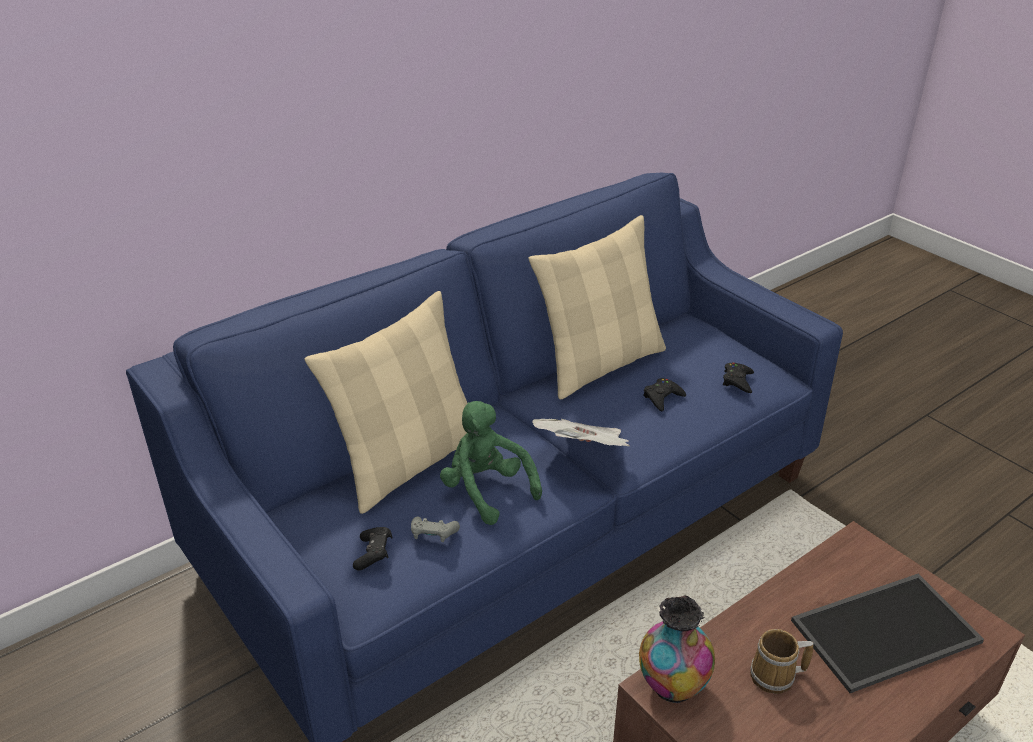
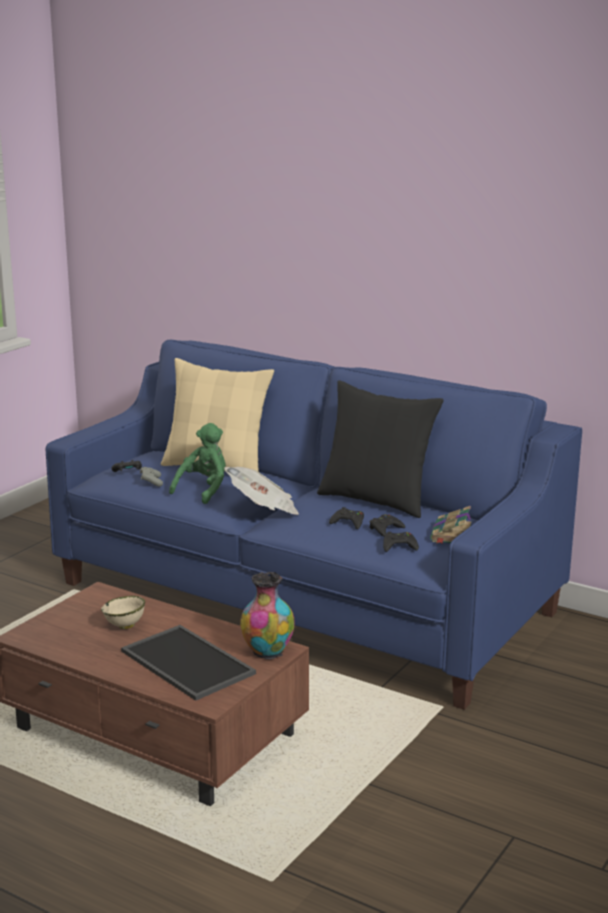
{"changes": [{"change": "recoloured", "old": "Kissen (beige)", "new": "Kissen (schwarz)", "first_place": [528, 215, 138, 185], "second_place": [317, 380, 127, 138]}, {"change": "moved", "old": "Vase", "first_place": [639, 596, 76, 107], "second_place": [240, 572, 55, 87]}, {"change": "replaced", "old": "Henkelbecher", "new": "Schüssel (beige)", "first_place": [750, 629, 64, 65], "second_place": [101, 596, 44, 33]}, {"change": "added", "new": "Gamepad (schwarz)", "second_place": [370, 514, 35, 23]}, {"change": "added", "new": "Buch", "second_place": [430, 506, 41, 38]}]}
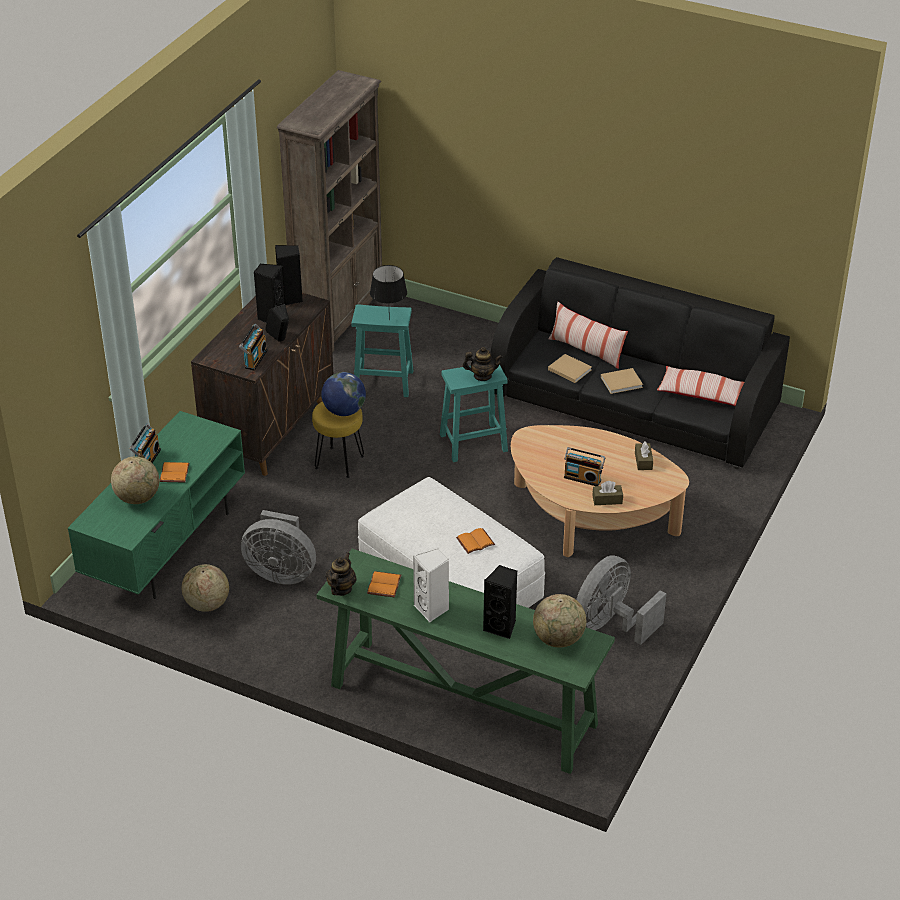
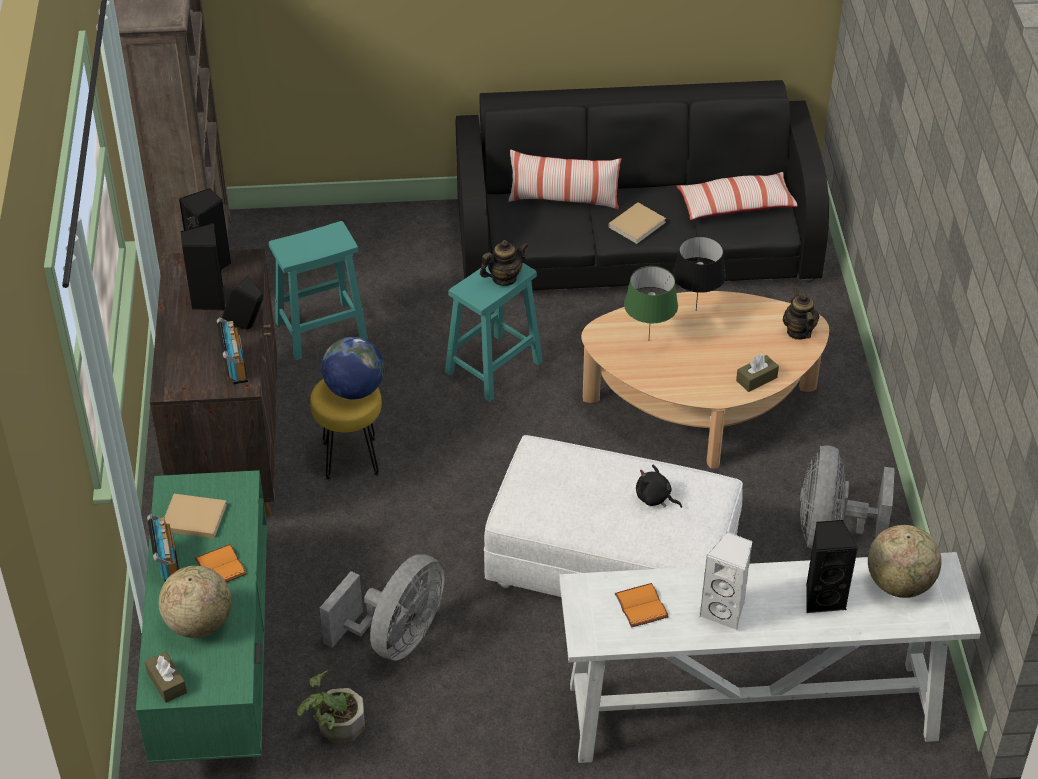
{"changes": [{"change": "replaced", "old": "Globus", "new": "Topfpflanze", "first_place": [182, 564, 47, 48], "second_place": [297, 670, 68, 73]}, {"change": "turned", "old": "Ventilator (grau)", "first_place": [241, 510, 75, 74], "second_place": [320, 554, 125, 107], "degrees": -45}, {"change": "recoloured", "old": "Konsolentisch (grün)", "new": "Konsolentisch (weiß)", "first_place": [316, 549, 299, 225], "second_place": [559, 552, 422, 211]}, {"change": "moved", "old": "Teekanne", "first_place": [326, 552, 31, 44], "second_place": [783, 288, 36, 52]}, {"change": "moved", "old": "Tischlampe (schwarz)", "first_place": [370, 265, 37, 55], "second_place": [673, 236, 53, 74]}, {"change": "replaced", "old": "Buch (orange)", "new": "Plüschtier (schwarz)", "first_place": [456, 528, 39, 26], "second_place": [636, 465, 46, 43]}, {"change": "moved", "old": "Buch (beige)", "first_place": [548, 354, 44, 29], "second_place": [165, 494, 62, 44]}, {"change": "removed", "old": "Radio", "first_place": [564, 447, 42, 39]}, {"change": "moved", "old": "Taschentuchbox (braun)", "first_place": [635, 441, 18, 29], "second_place": [145, 651, 42, 52]}, {"change": "added", "new": "Tischlampe (grün)", "second_place": [624, 266, 54, 71]}]}
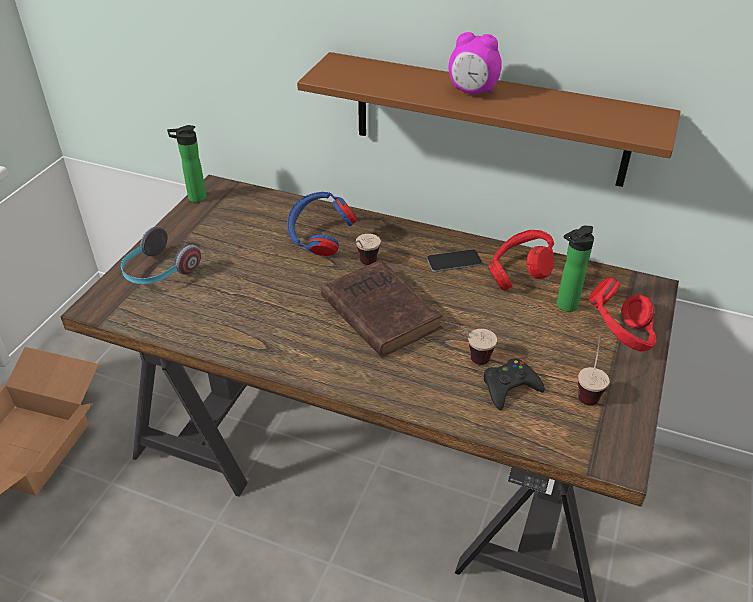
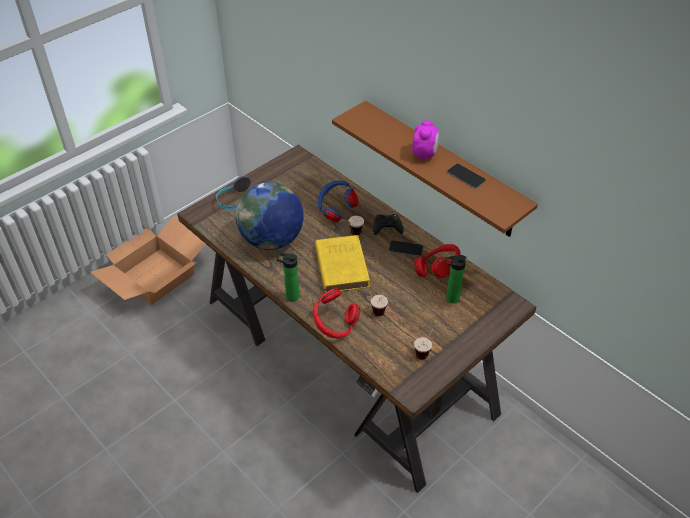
{"changes": [{"change": "moved", "old": "Flasche", "first_place": [167, 125, 40, 78], "second_place": [277, 253, 23, 49]}, {"change": "recoloured", "old": "Buch (braun)", "new": "Buch (gelb)", "first_place": [321, 260, 122, 98], "second_place": [315, 235, 55, 58]}, {"change": "turned", "old": "Wecker", "first_place": [448, 32, 54, 62], "second_place": [412, 120, 27, 41], "degrees": -120}, {"change": "moved", "old": "Gamepad (schwarz)", "first_place": [484, 359, 61, 51], "second_place": [373, 214, 31, 21]}, {"change": "moved", "old": "Kopfhörer (rot)", "first_place": [589, 277, 67, 74], "second_place": [313, 288, 47, 50]}, {"change": "added", "new": "Globus", "second_place": [236, 182, 68, 68]}, {"change": "added", "new": "Handy", "second_place": [447, 164, 39, 24]}]}
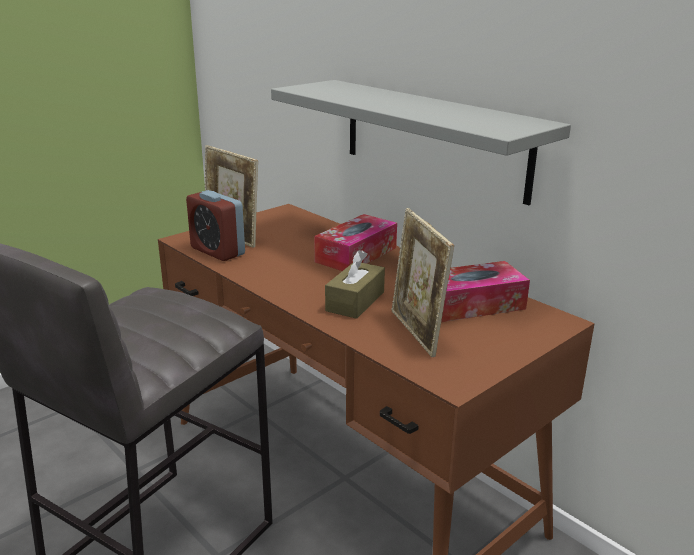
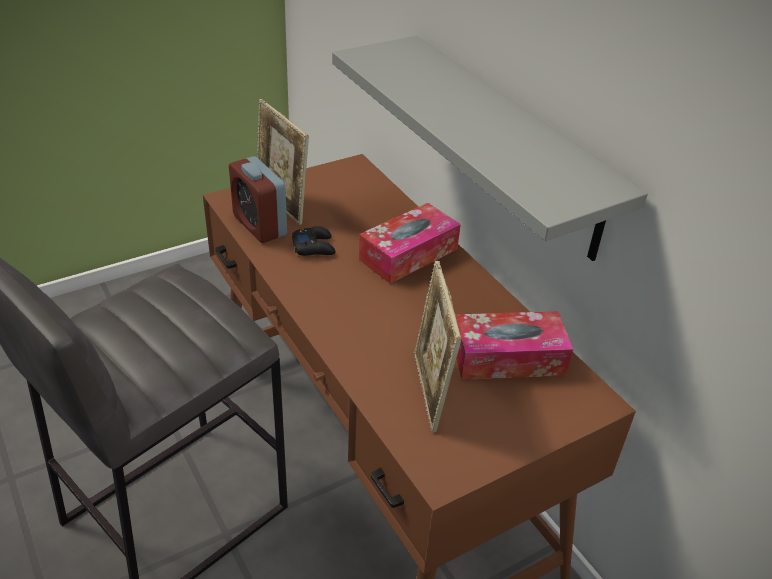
{"changes": [{"change": "removed", "old": "Taschentuchbox (braun)", "first_place": [325, 250, 60, 69]}, {"change": "added", "new": "Gamepad (schwarz)", "second_place": [292, 226, 44, 30]}]}
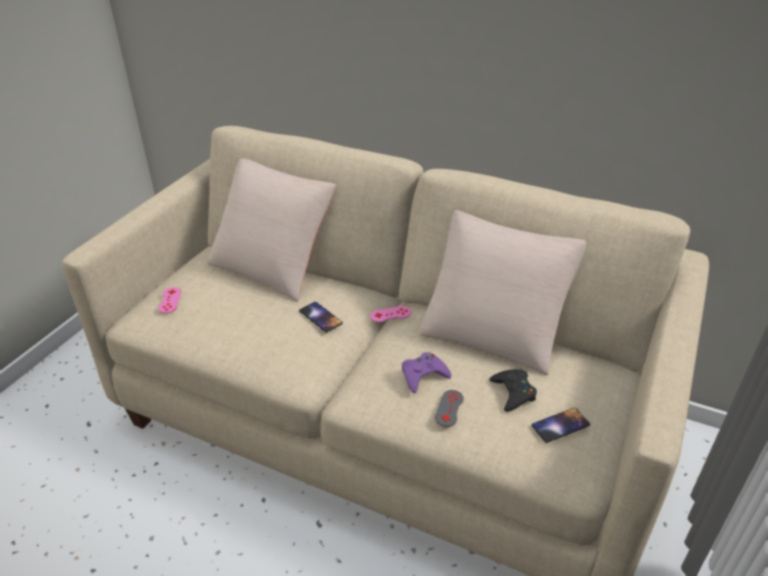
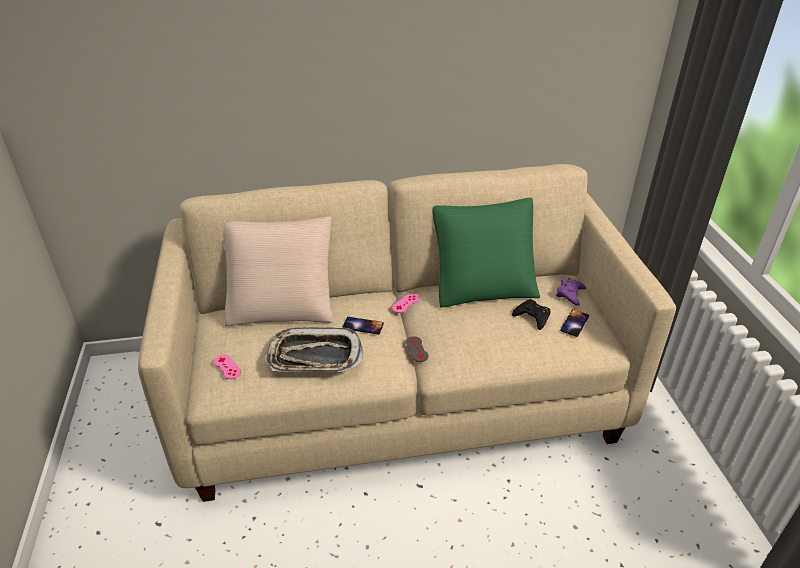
{"changes": [{"change": "moved", "old": "Gamepad (lila)", "first_place": [402, 352, 49, 41], "second_place": [556, 278, 30, 28]}, {"change": "recoloured", "old": "Kissen (beige)", "new": "Kissen (grün)", "first_place": [419, 210, 167, 165], "second_place": [432, 198, 108, 110]}, {"change": "moved", "old": "Gamepad (grau)", "first_place": [435, 390, 29, 37], "second_place": [406, 336, 23, 26]}, {"change": "added", "new": "Tablett", "second_place": [265, 327, 98, 45]}]}
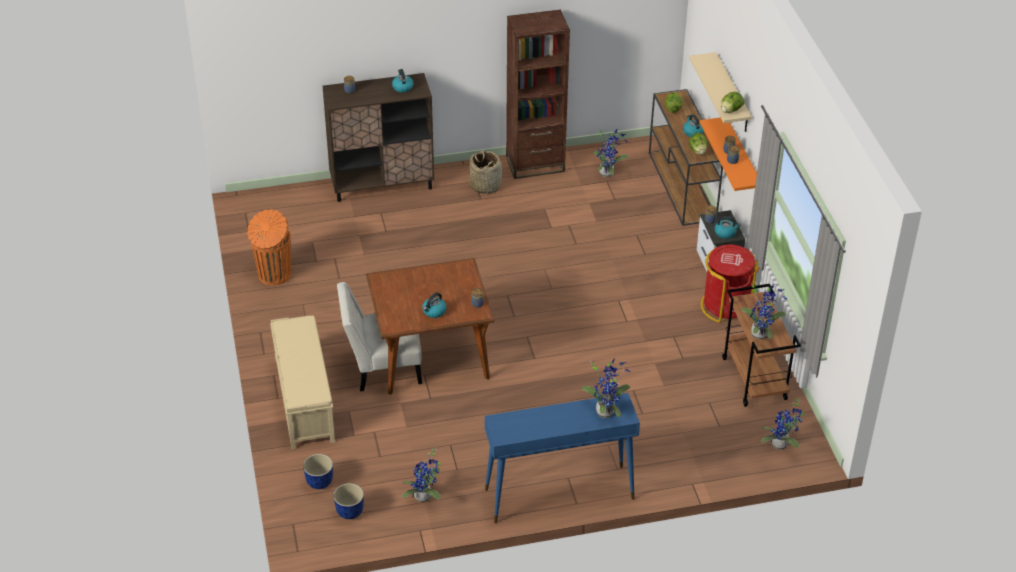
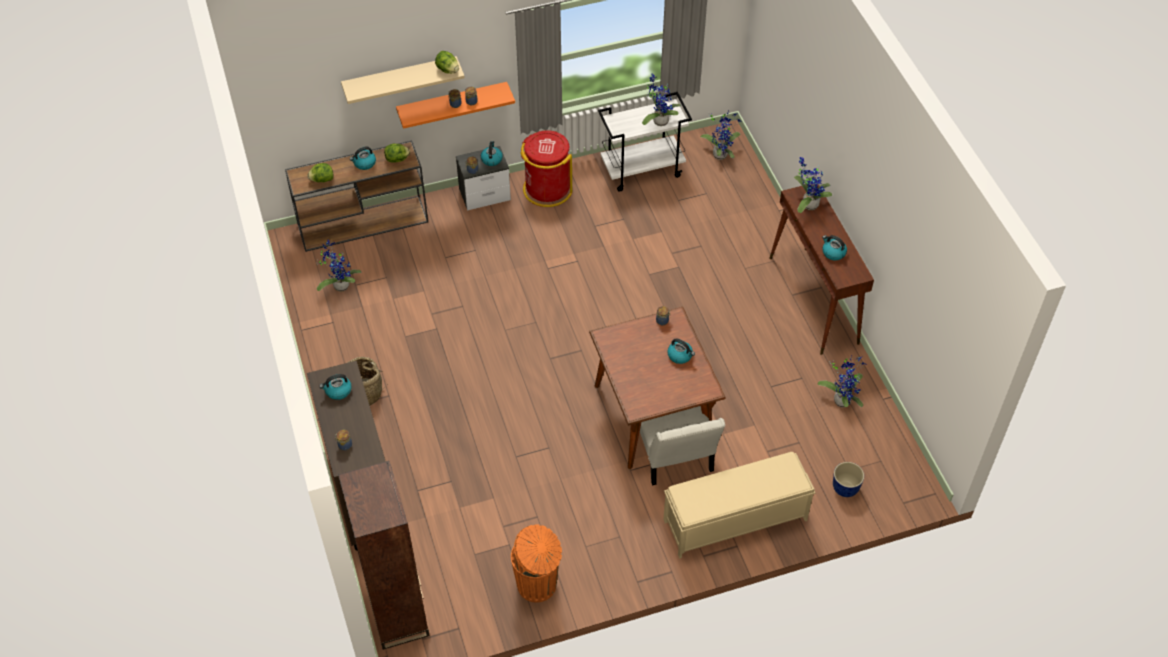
{"changes": [{"change": "removed", "old": "Pflanzkübel", "first_place": [333, 483, 31, 36]}, {"change": "recoloured", "old": "Konsolentisch (blau)", "new": "Konsolentisch (braun)", "first_place": [485, 393, 155, 130], "second_place": [769, 185, 105, 170]}, {"change": "moved", "old": "Bücherregal (braun)", "first_place": [506, 10, 64, 169], "second_place": [338, 461, 92, 189]}, {"change": "recoloured", "old": "Rollwagen (braun)", "new": "Rollwagen (weiß)", "first_place": [722, 284, 79, 123], "second_place": [598, 92, 94, 100]}, {"change": "added", "new": "Wasserkessel", "second_place": [822, 235, 25, 25]}]}
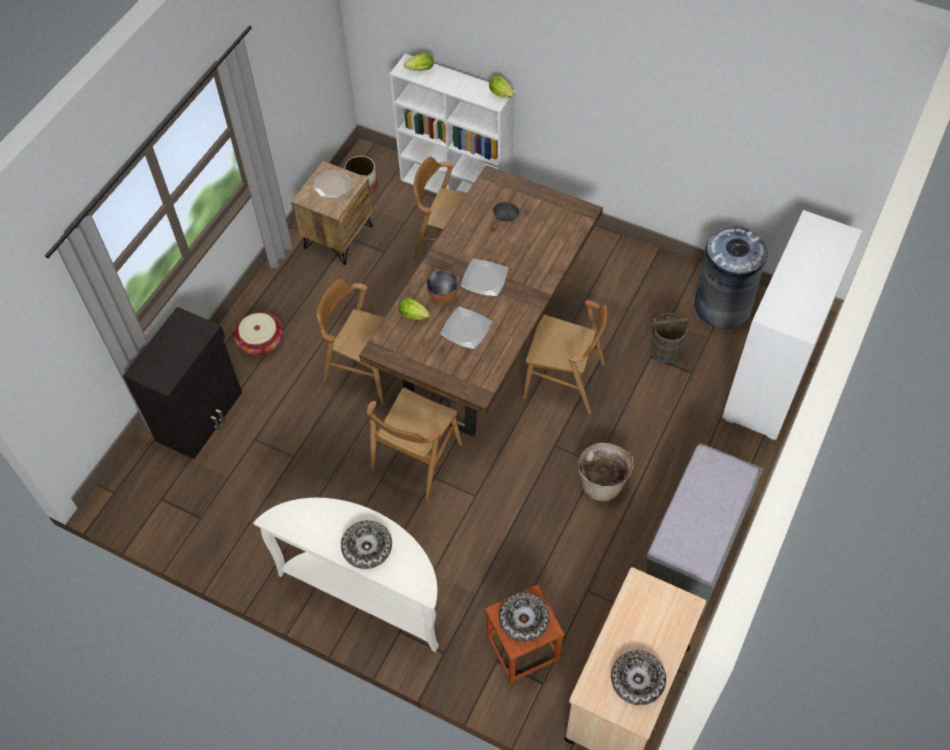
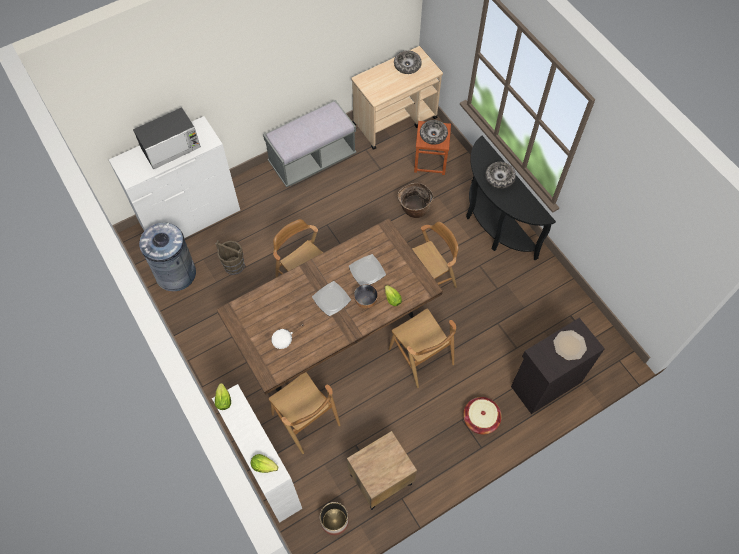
{"changes": [{"change": "recoloured", "old": "Konsolentisch (weiß)", "new": "Konsolentisch (schwarz)", "first_place": [253, 498, 186, 154], "second_place": [466, 136, 90, 124]}, {"change": "moved", "old": "Teller", "first_place": [313, 170, 39, 29], "second_place": [553, 330, 34, 30]}, {"change": "recoloured", "old": "Pfanne (schwarz)", "new": "Pfanne (weiß)", "first_place": [491, 202, 29, 30], "second_place": [271, 324, 33, 25]}, {"change": "moved", "old": "Korb", "first_place": [578, 443, 56, 58], "second_place": [397, 183, 37, 35]}, {"change": "added", "new": "Mikrowelle", "second_place": [133, 108, 68, 61]}]}
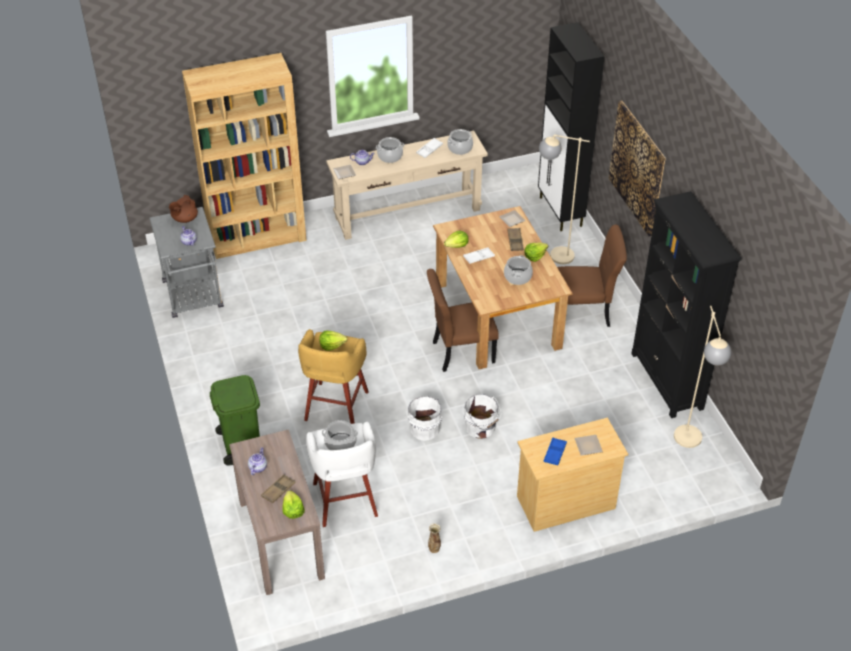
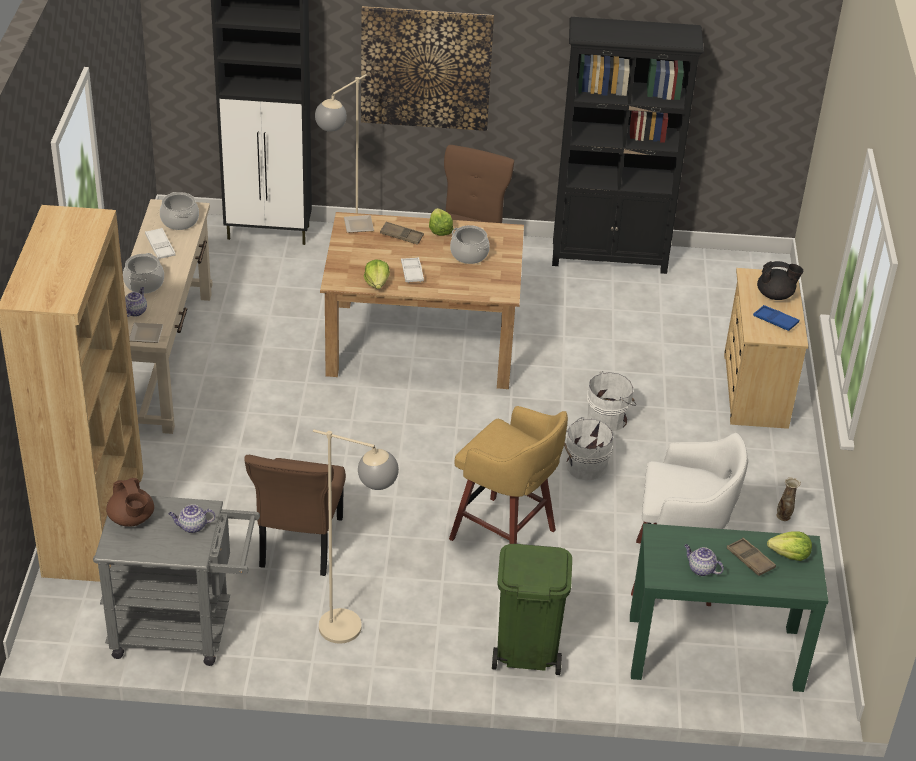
{"changes": [{"change": "recoloured", "old": "Konsolentisch (braun)", "new": "Konsolentisch (grün)", "first_place": [229, 429, 96, 166], "second_place": [630, 523, 198, 169]}, {"change": "removed", "old": "Salatkopf", "first_place": [319, 330, 28, 21]}, {"change": "removed", "old": "Kochtopf", "first_place": [322, 420, 36, 30]}, {"change": "moved", "old": "Stuhl (braun)", "first_place": [427, 269, 72, 103], "second_place": [244, 455, 102, 121]}, {"change": "replaced", "old": "Teller", "new": "Teekanne (schwarz)", "first_place": [574, 435, 29, 21], "second_place": [757, 261, 47, 39]}, {"change": "moved", "old": "Stehlampe (beige)", "first_place": [674, 306, 57, 142], "second_place": [313, 429, 86, 215]}]}
